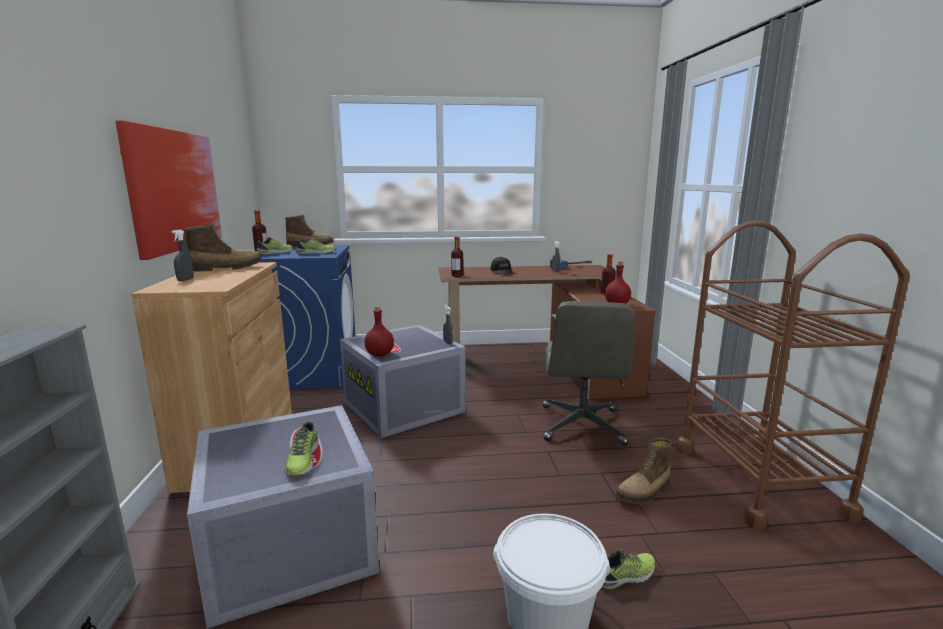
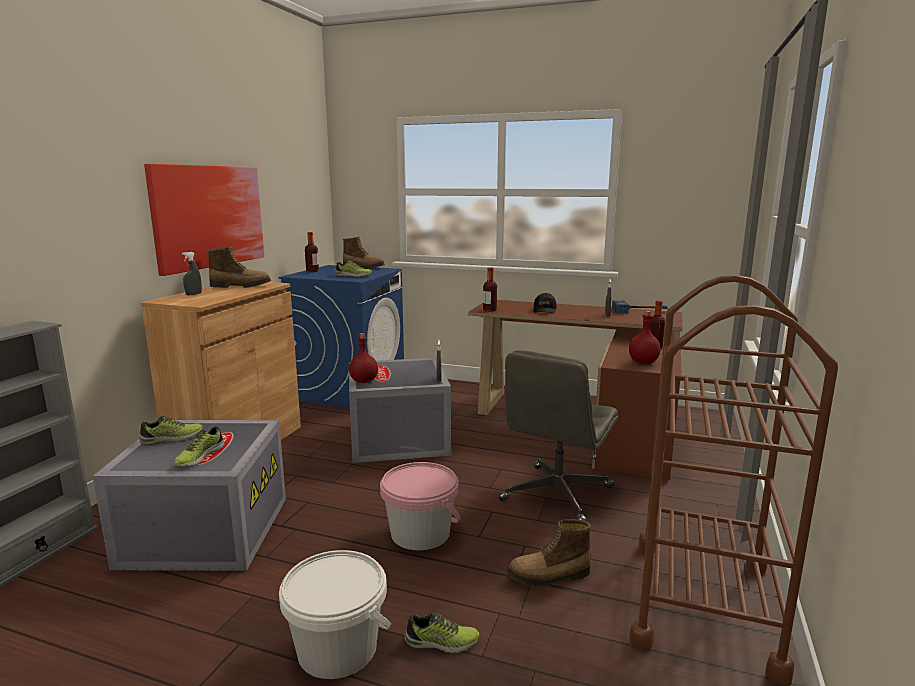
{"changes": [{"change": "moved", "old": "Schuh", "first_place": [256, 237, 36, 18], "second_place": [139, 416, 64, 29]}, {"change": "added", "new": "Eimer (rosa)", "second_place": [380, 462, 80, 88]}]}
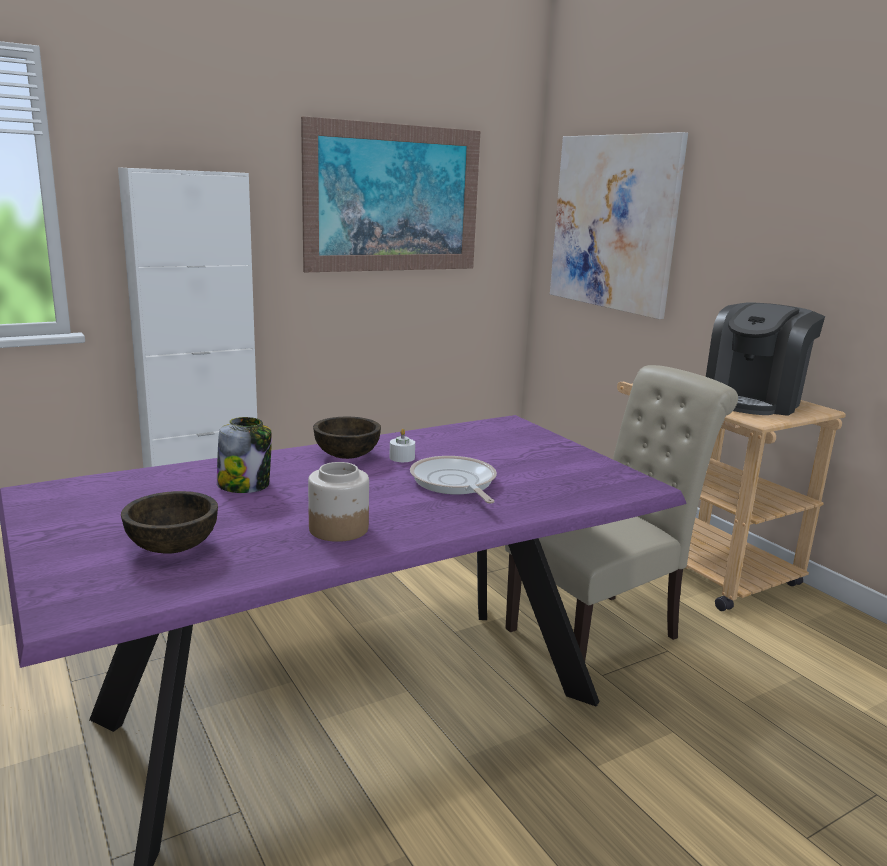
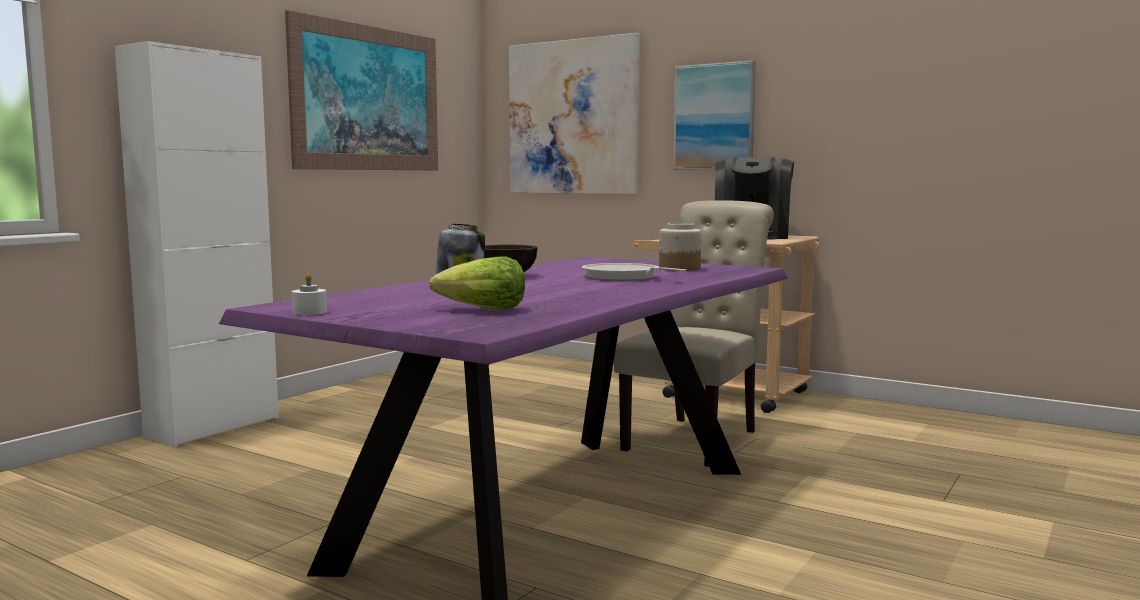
{"changes": [{"change": "replaced", "old": "Schüssel (braun)", "new": "Salatkopf", "first_place": [121, 491, 97, 63], "second_place": [430, 257, 95, 53]}, {"change": "moved", "old": "Vorratsglas", "first_place": [308, 462, 61, 80], "second_place": [659, 223, 42, 48]}, {"change": "moved", "old": "Kerze (weiß)", "first_place": [389, 429, 26, 33], "second_place": [292, 273, 35, 42]}, {"change": "added", "new": "Bild", "second_place": [673, 60, 83, 110]}]}
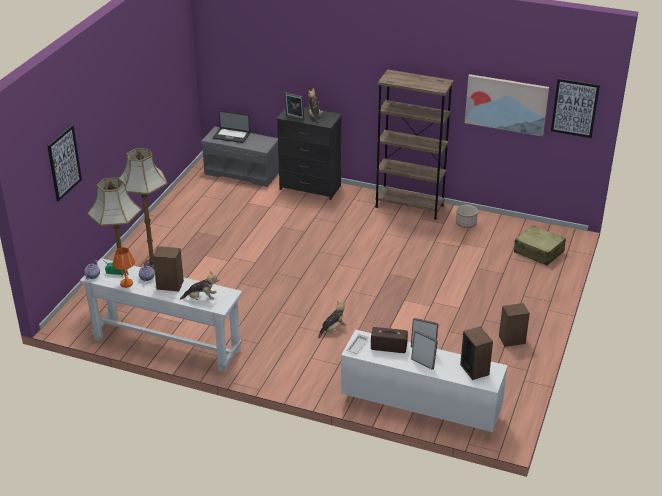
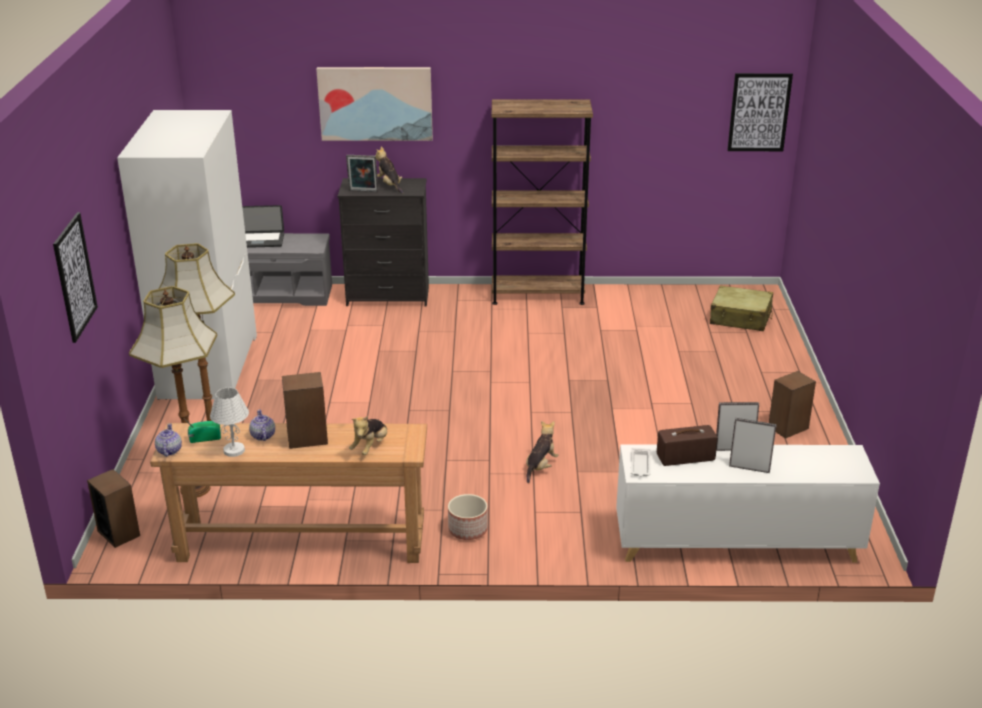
{"changes": [{"change": "recoloured", "old": "Konsolentisch (weiß)", "new": "Konsolentisch (braun)", "first_place": [80, 258, 162, 115], "second_place": [150, 423, 277, 140]}, {"change": "recoloured", "old": "Tischlampe (orange)", "new": "Tischlampe (weiß)", "first_place": [112, 247, 23, 41], "second_place": [210, 388, 39, 69]}, {"change": "turned", "old": "Plüschtier", "first_place": [180, 271, 39, 29], "second_place": [349, 416, 38, 39], "degrees": 135}, {"change": "moved", "old": "Pflanzkübel", "first_place": [456, 205, 22, 23], "second_place": [448, 494, 40, 46]}, {"change": "moved", "old": "Lautsprecher", "first_place": [460, 326, 33, 54], "second_place": [87, 469, 53, 79]}, {"change": "moved", "old": "Bild", "first_place": [465, 74, 84, 62], "second_place": [316, 67, 117, 74]}, {"change": "added", "new": "Kleiderschrank (weiß)", "second_place": [117, 110, 140, 290]}]}
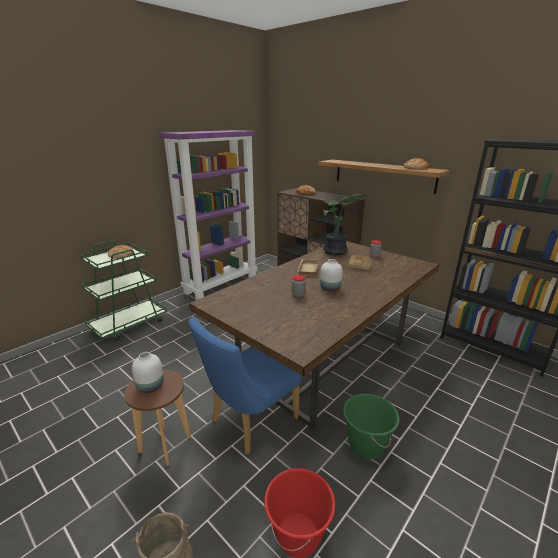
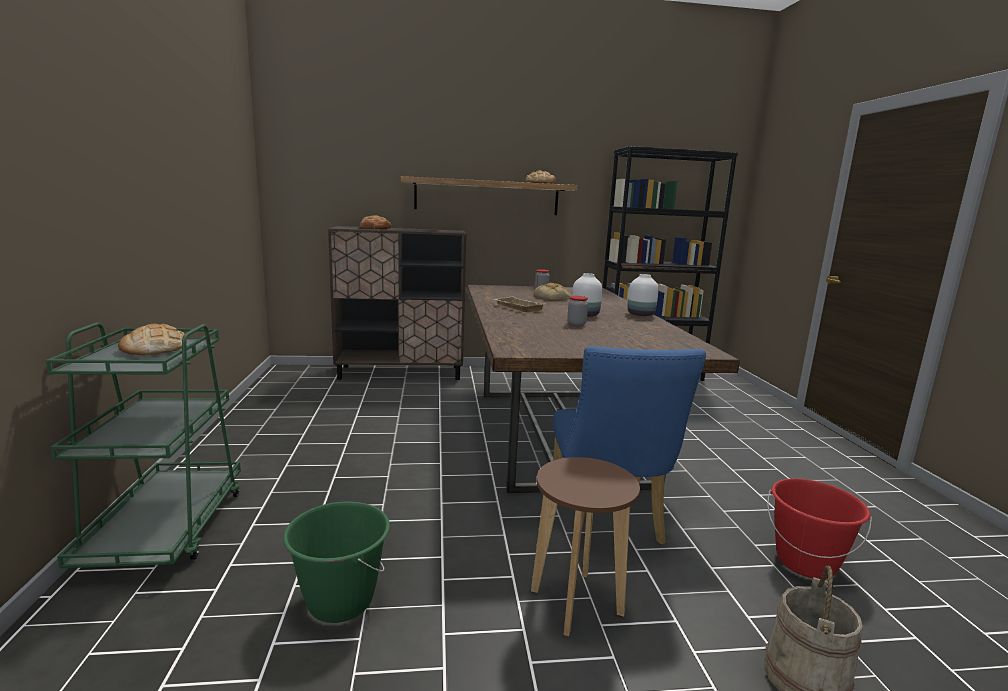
{"changes": [{"change": "moved", "old": "Vase (weiß)", "first_place": [132, 352, 32, 41], "second_place": [627, 274, 32, 42]}, {"change": "removed", "old": "Bücherregal (lila)", "first_place": [159, 130, 98, 170]}, {"change": "removed", "old": "Topfpflanze", "first_place": [323, 194, 45, 62]}, {"change": "moved", "old": "Eimer (grün)", "first_place": [343, 394, 57, 65], "second_place": [283, 502, 107, 121]}]}
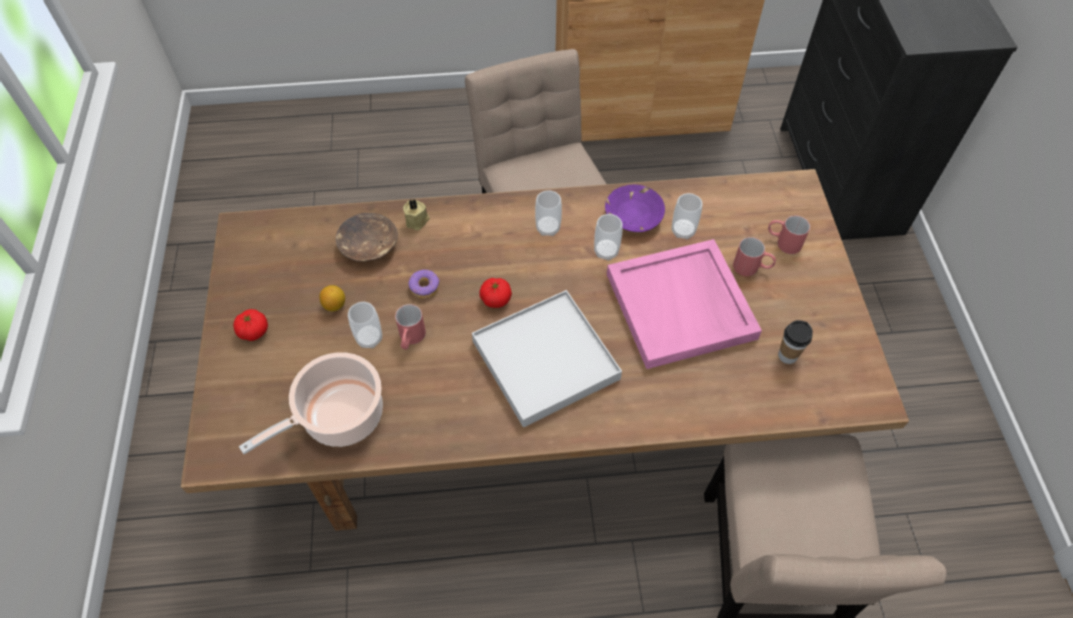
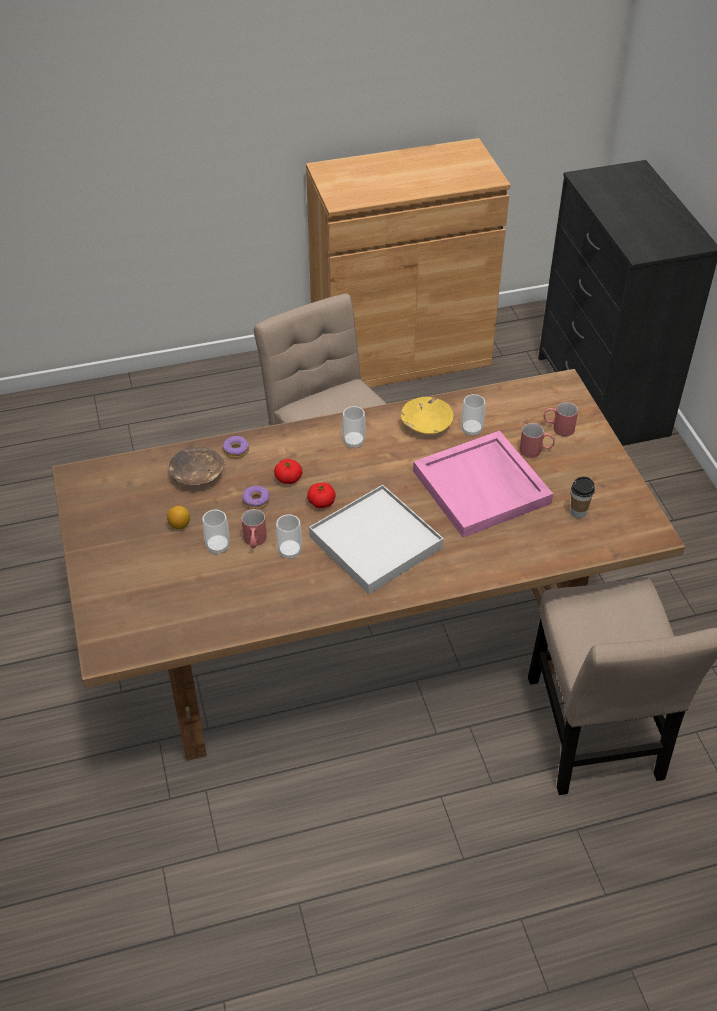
{"changes": [{"change": "moved", "old": "Tomate", "first_place": [233, 309, 35, 32], "second_place": [274, 459, 28, 25]}, {"change": "removed", "old": "Kochtopf", "first_place": [239, 352, 144, 102]}, {"change": "replaced", "old": "Kerze (beige)", "new": "Donut", "first_place": [403, 199, 27, 31], "second_place": [223, 436, 26, 22]}, {"change": "moved", "old": "Tasse", "first_place": [594, 214, 28, 47], "second_place": [276, 514, 26, 45]}, {"change": "recoloured", "old": "Schüssel (lila)", "new": "Schüssel (gelb)", "first_place": [605, 184, 60, 48], "second_place": [401, 397, 52, 37]}]}
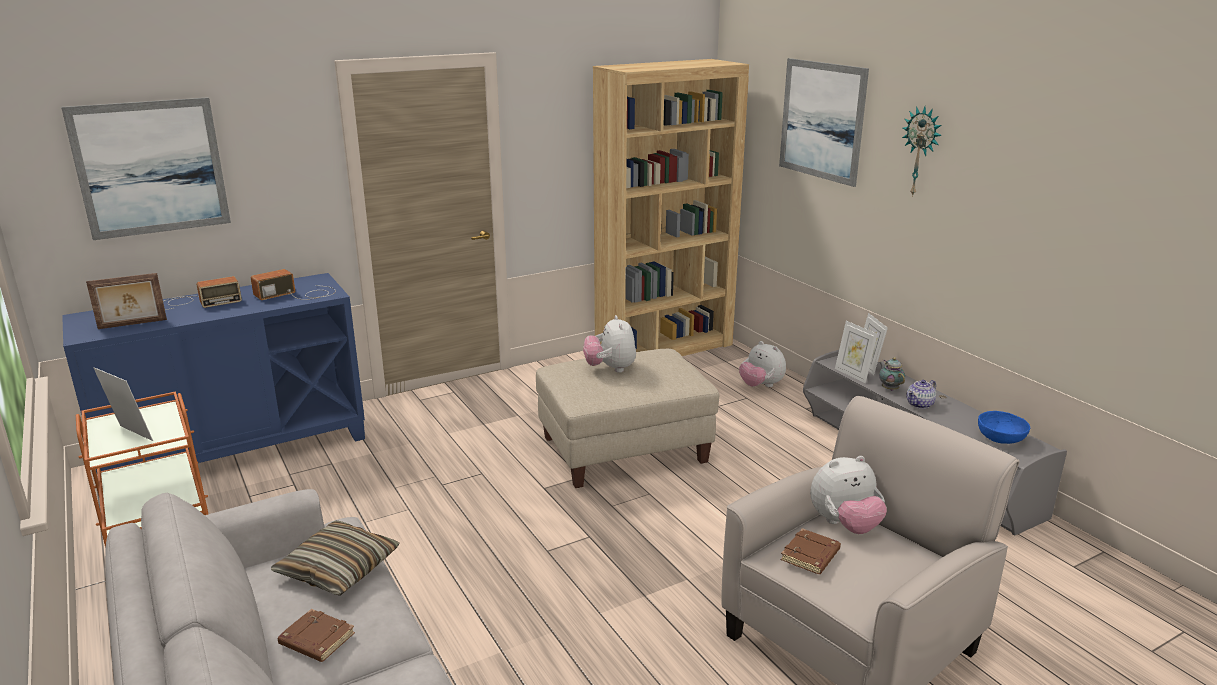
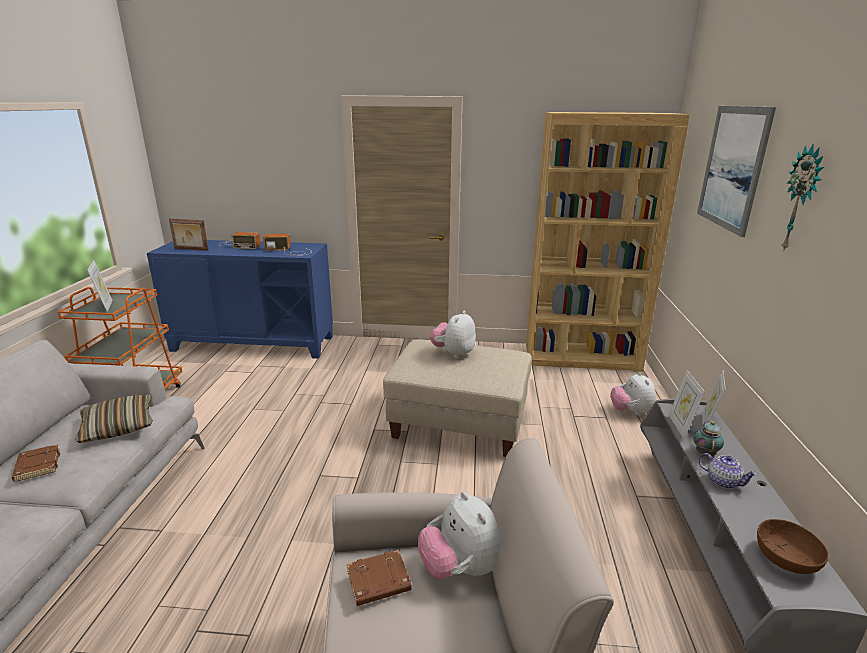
{"changes": [{"change": "removed", "old": "Bild", "first_place": [61, 97, 170, 143]}, {"change": "turned", "old": "Plüschtier", "first_place": [810, 456, 77, 78], "second_place": [418, 492, 83, 87], "degrees": 45}, {"change": "turned", "old": "Teekanne", "first_place": [907, 380, 29, 29], "second_place": [698, 453, 60, 36], "degrees": -135}, {"change": "recoloured", "old": "Schüssel (blau)", "new": "Schüssel (braun)", "first_place": [978, 411, 52, 33], "second_place": [757, 519, 71, 55]}]}
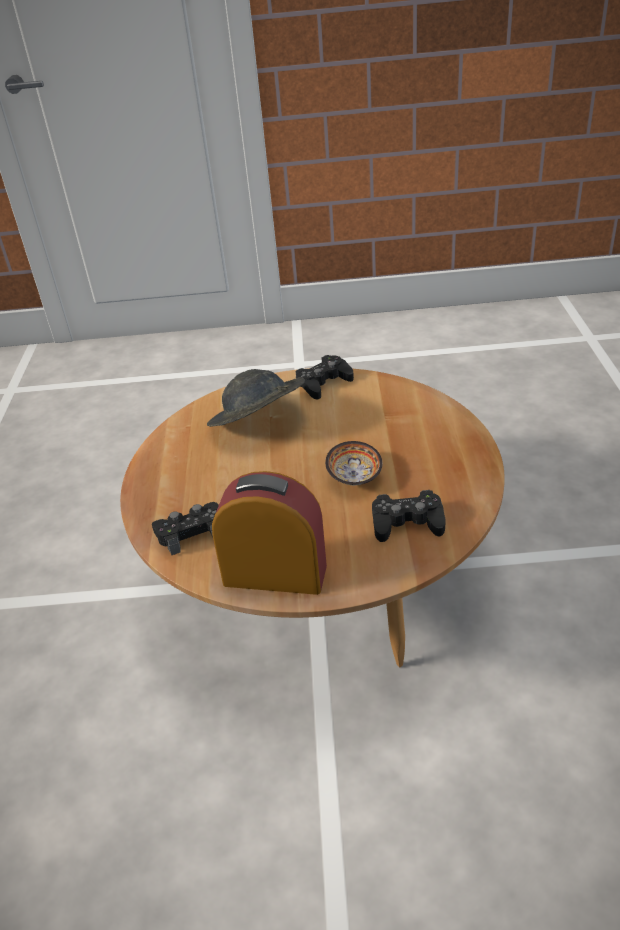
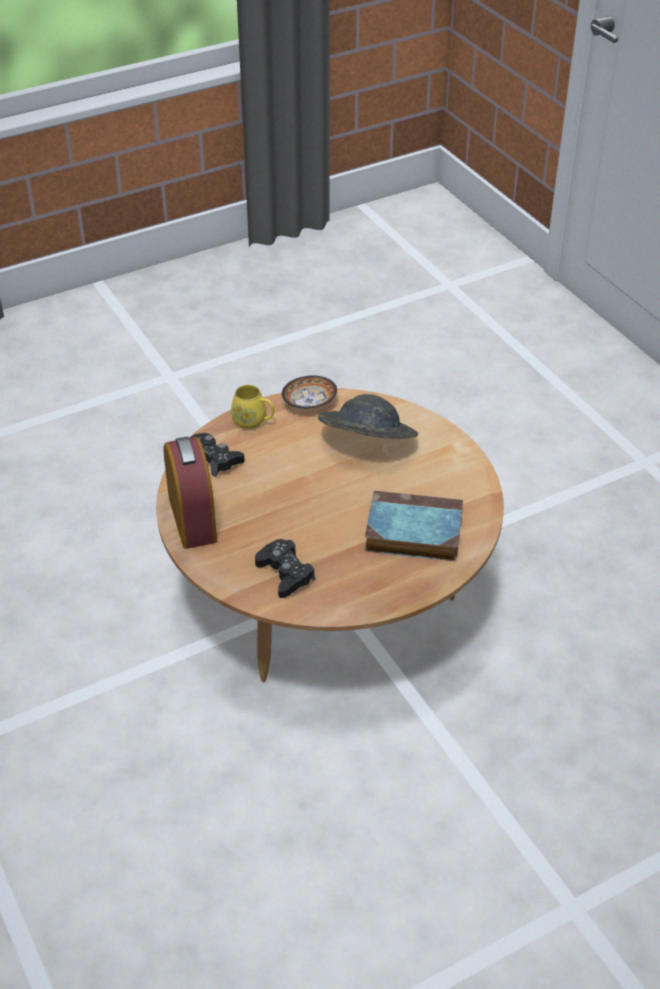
{"changes": [{"change": "removed", "old": "Gamepad (schwarz)", "first_place": [296, 355, 58, 45]}, {"change": "moved", "old": "Schüssel", "first_place": [325, 441, 57, 44], "second_place": [282, 375, 55, 34]}, {"change": "added", "new": "Henkelbecher (gelb)", "second_place": [231, 385, 43, 44]}, {"change": "added", "new": "Buch", "second_place": [365, 491, 98, 70]}]}
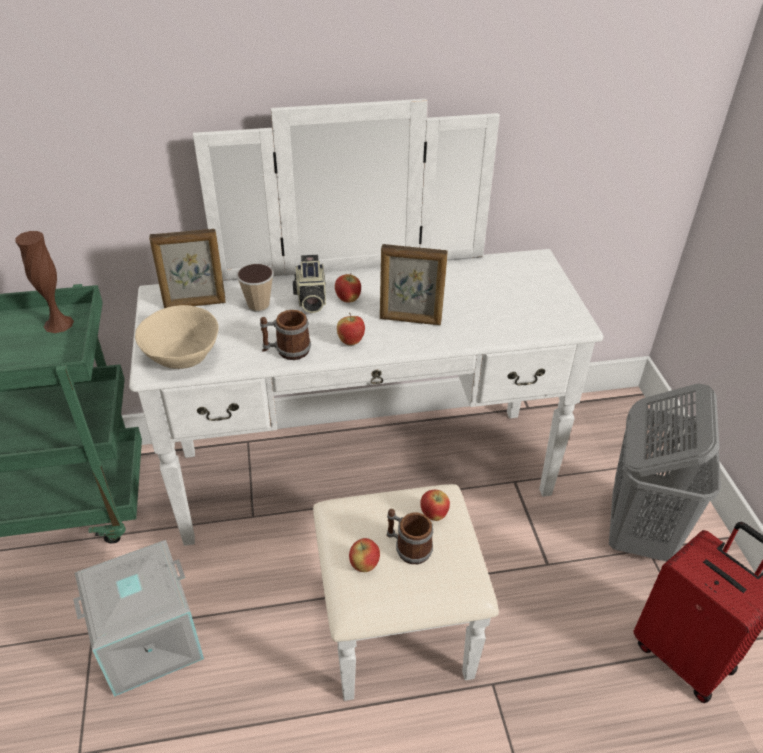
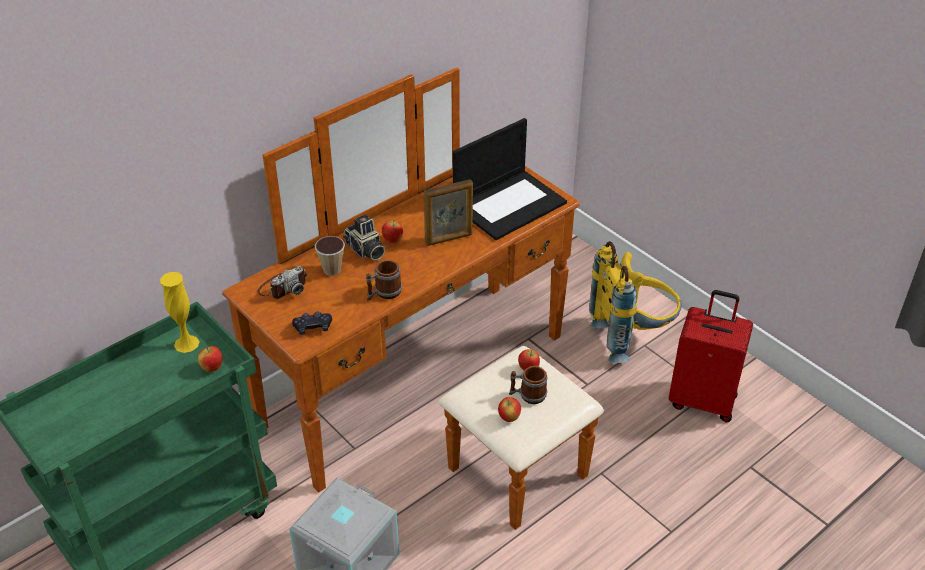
{"changes": [{"change": "recoloured", "old": "Vase (braun)", "new": "Vase (gelb)", "first_place": [15, 231, 59, 102], "second_place": [160, 272, 40, 81]}, {"change": "recoloured", "old": "Kommode (weiß)", "new": "Kommode (braun)", "first_place": [129, 99, 474, 602], "second_place": [222, 67, 382, 463]}, {"change": "replaced", "old": "Schüssel (beige)", "new": "Gamepad (schwarz)", "first_place": [135, 305, 84, 64], "second_place": [292, 312, 40, 23]}, {"change": "replaced", "old": "Bilderrahmen", "new": "Kamera", "first_place": [149, 229, 77, 79], "second_place": [257, 266, 50, 33]}, {"change": "moved", "old": "Apfel", "first_place": [337, 313, 28, 32], "second_place": [198, 346, 25, 26]}, {"change": "replaced", "old": "Wäschekorb (grau)", "new": "Rucksack (gelb)", "first_place": [609, 384, 112, 178], "second_place": [589, 241, 93, 122]}, {"change": "added", "new": "Laptop", "second_place": [453, 118, 114, 122]}]}
